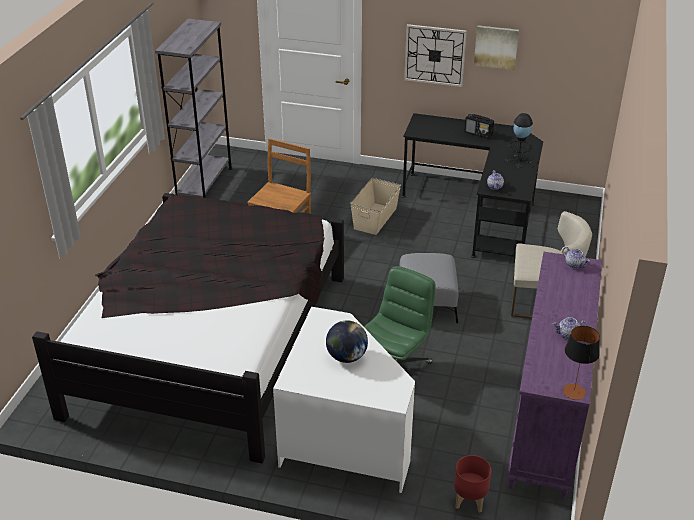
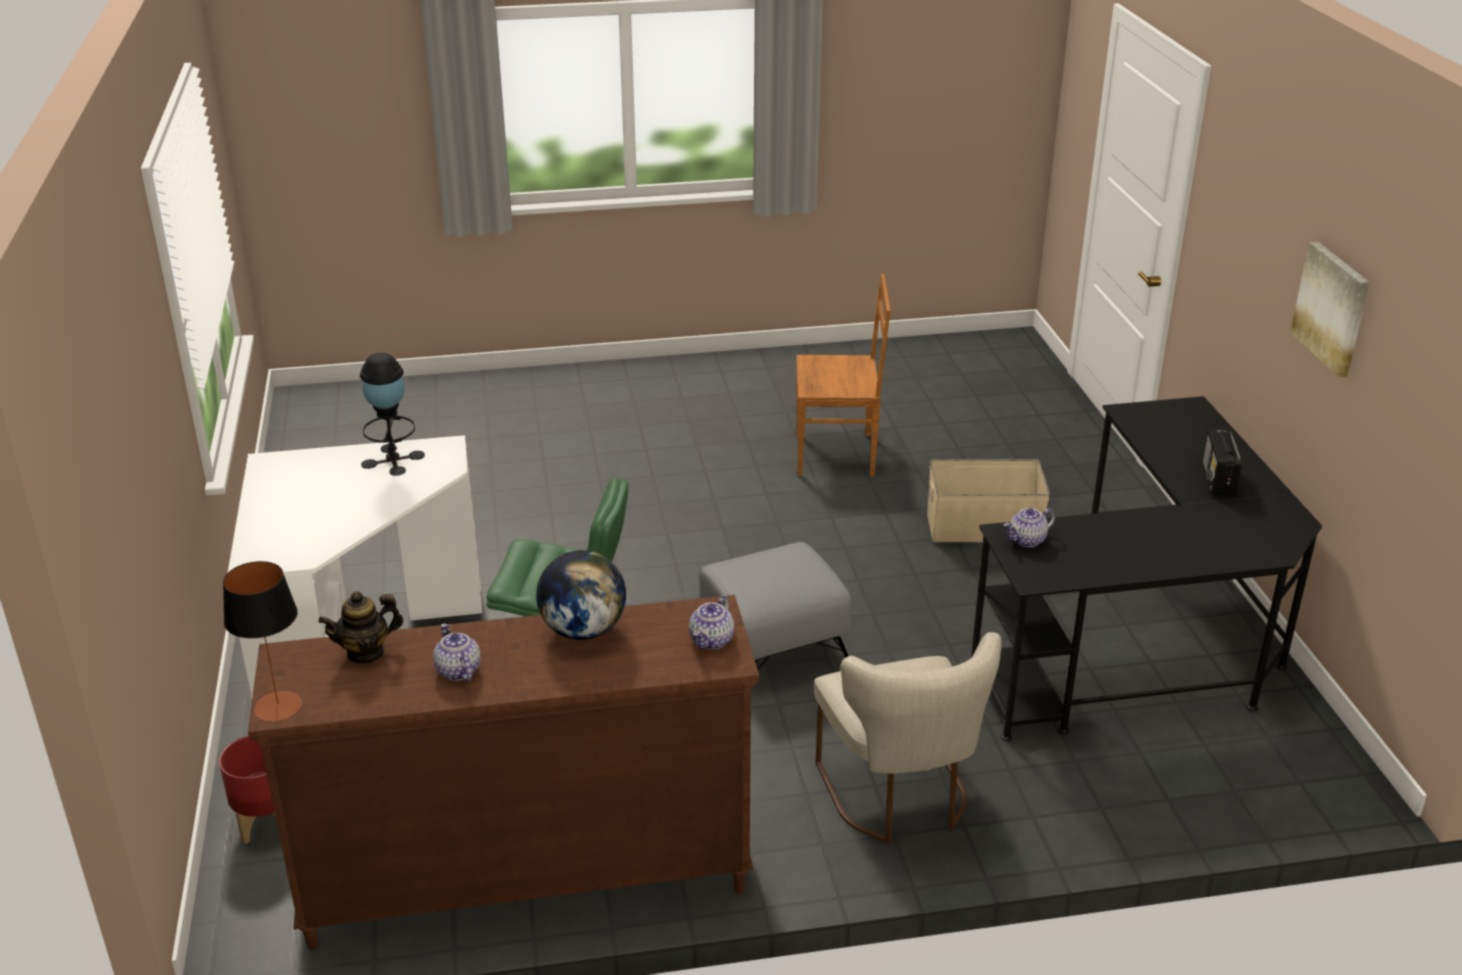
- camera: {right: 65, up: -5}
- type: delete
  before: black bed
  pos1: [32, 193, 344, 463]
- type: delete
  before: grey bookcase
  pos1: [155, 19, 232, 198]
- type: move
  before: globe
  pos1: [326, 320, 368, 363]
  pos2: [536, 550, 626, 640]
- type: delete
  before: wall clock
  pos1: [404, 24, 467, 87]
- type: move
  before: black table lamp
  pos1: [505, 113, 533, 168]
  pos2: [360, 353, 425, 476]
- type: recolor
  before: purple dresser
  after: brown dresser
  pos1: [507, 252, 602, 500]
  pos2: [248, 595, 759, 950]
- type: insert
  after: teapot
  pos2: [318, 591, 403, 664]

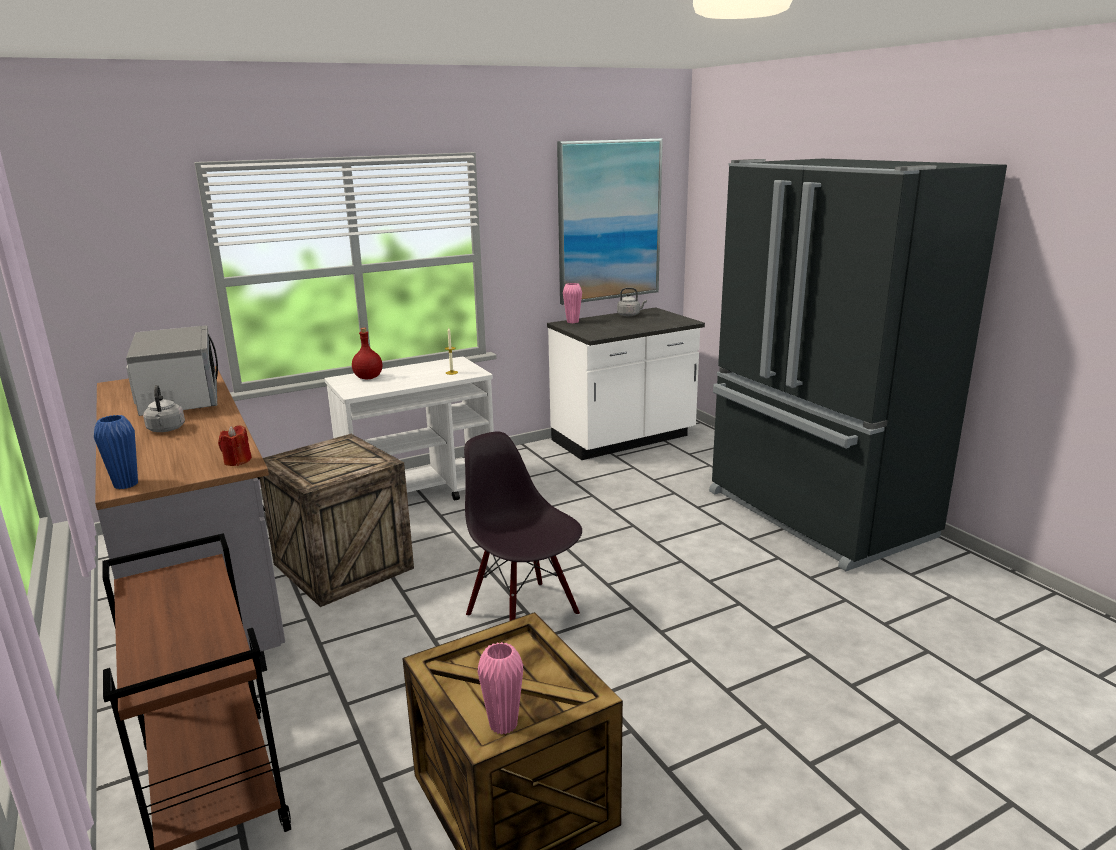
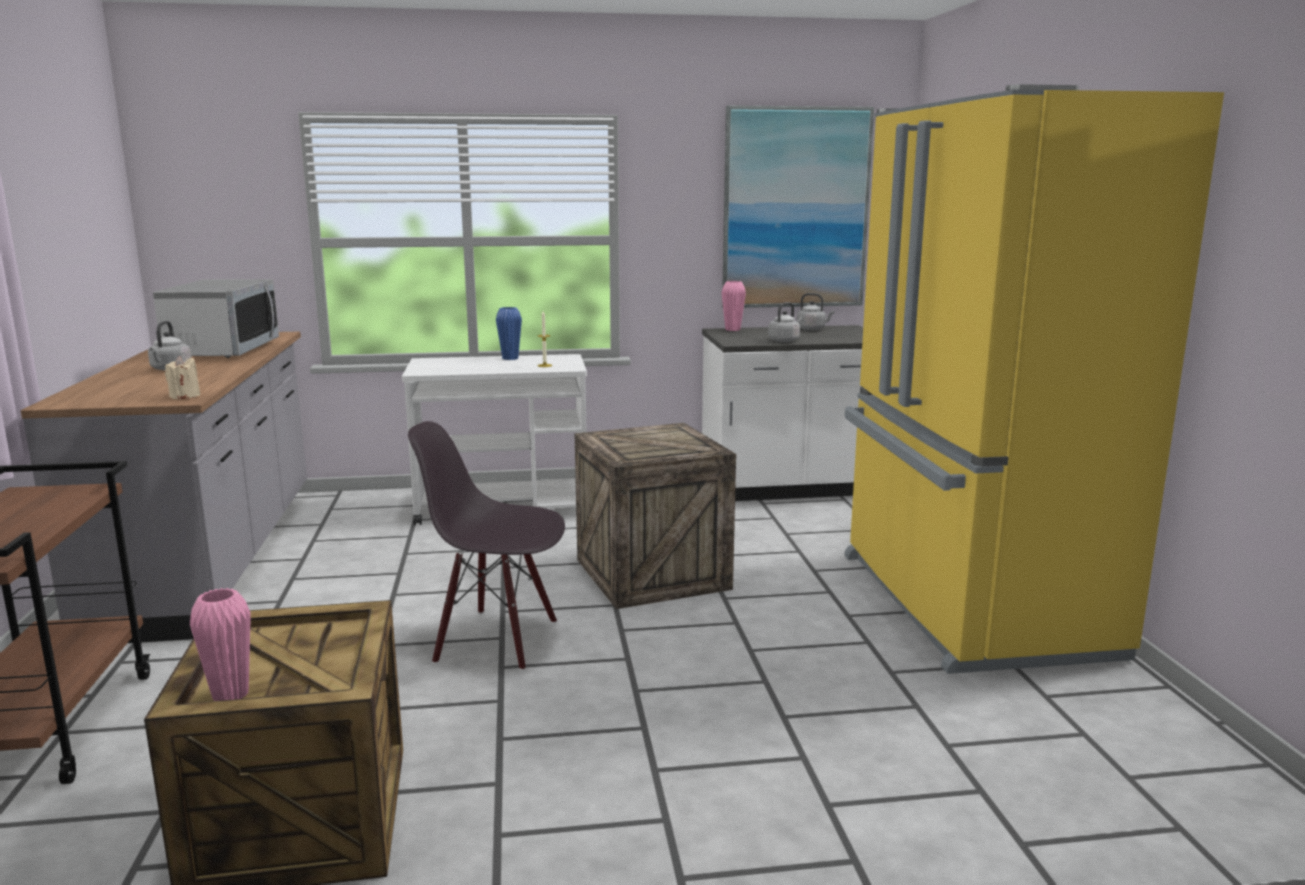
- camera: {right: 20, up: -5}
- type: move
  before: blue vase
  pos1: [94, 415, 138, 489]
  pos2: [496, 307, 522, 360]
- type: recolor
  before: red candle
  after: beige candle
  pos1: [218, 425, 252, 466]
  pos2: [165, 356, 200, 399]
- type: move
  before: crate
  pos1: [260, 434, 414, 607]
  pos2: [574, 423, 736, 609]
- type: delete
  before: red bottle
  pos1: [352, 328, 382, 380]
- type: rotate
  before: black chair
  pos1: [464, 432, 582, 621]
  pos2: [408, 421, 565, 671]
  turn: -60
- type: recolor
  before: black fridge
  after: yellow fridge
  pos1: [709, 159, 1007, 571]
  pos2: [844, 84, 1224, 674]
- type: insert
  after: grey kettle
  pos2: [768, 302, 802, 342]

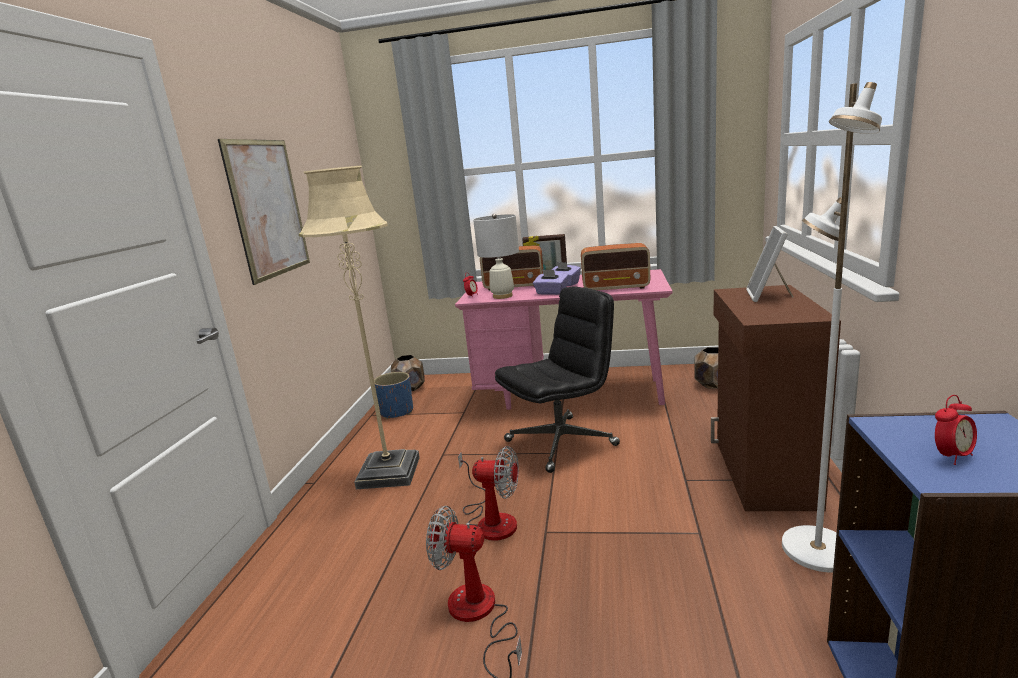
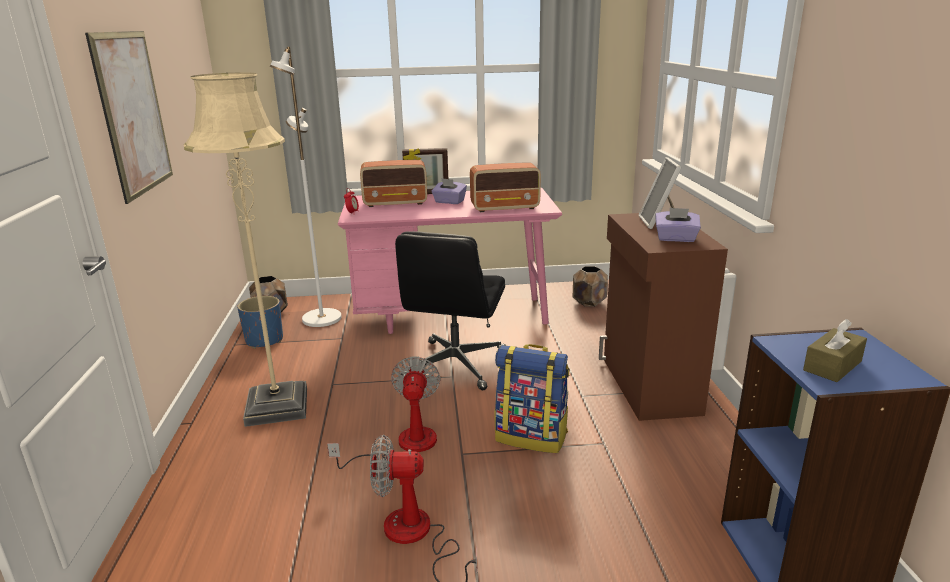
- camera: {right: -15, up: 5}
- type: rotate
  before: fan
  pos1: [458, 446, 519, 541]
  pos2: [327, 357, 440, 469]
  turn: -90
- type: delete
  before: white table lamp
  pos1: [473, 214, 519, 299]
- type: rotate
  before: black office chair
  pos1: [495, 286, 620, 473]
  pos2: [395, 231, 505, 390]
  turn: 150
- type: move
  before: purple tissue box
  pos1: [533, 269, 568, 295]
  pos2: [655, 208, 701, 242]
- type: move
  before: white floor lamp
  pos1: [782, 82, 882, 572]
  pos2: [270, 47, 342, 327]
- type: replace
  before: alarm clock
  after: brown tissue box
  pos1: [935, 395, 977, 465]
  pos2: [803, 319, 867, 382]
- type: insert
  after: backpack
  pos2: [495, 344, 569, 453]

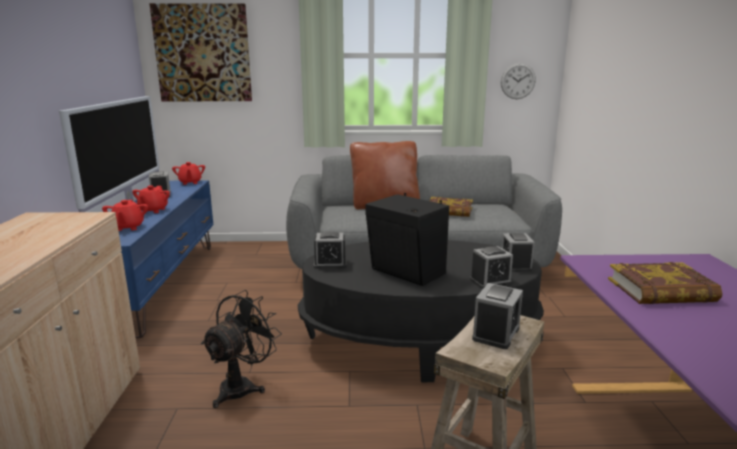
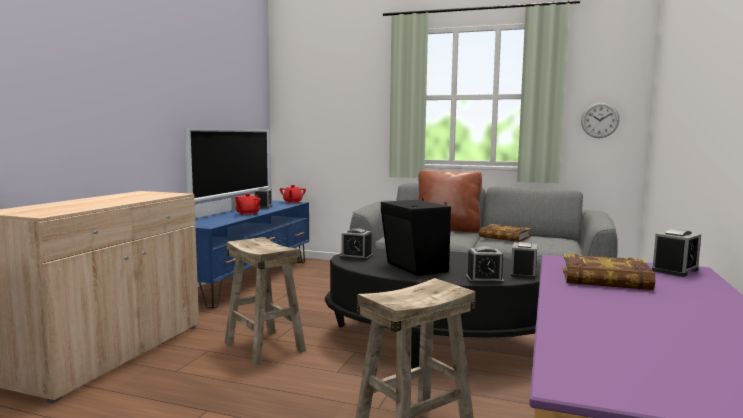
- camera: {right: 20, up: -10}
- type: delete
  before: red teapot
  pos1: [102, 200, 148, 231]
- type: delete
  before: picture
  pos1: [149, 3, 252, 101]
- type: replace
  before: black fan
  after: beige stool
  pos1: [201, 290, 282, 408]
  pos2: [225, 237, 306, 366]
- type: move
  before: alarm clock
  pos1: [472, 283, 523, 349]
  pos2: [652, 229, 701, 277]

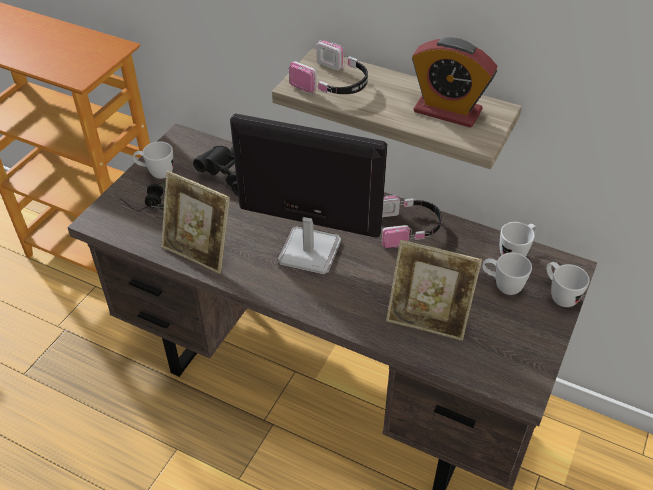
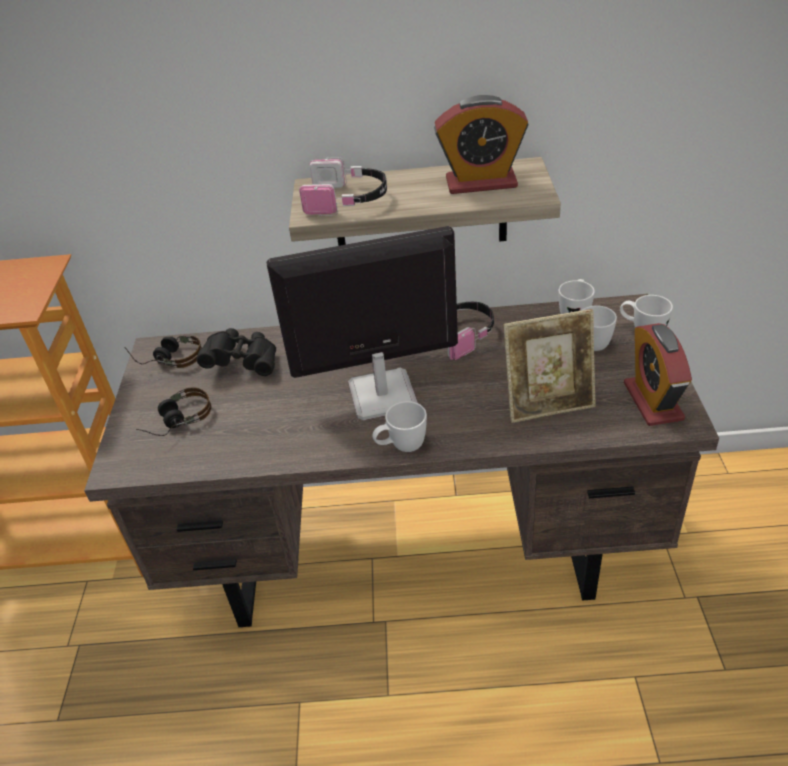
- camera: {right: -25, up: -5}
- type: move
  before: white mug
  pos1: [133, 141, 173, 179]
  pos2: [372, 401, 427, 452]
- type: delete
  before: picture frame
  pos1: [161, 171, 230, 274]
- type: insert
  after: headphones
  pos2: [125, 336, 202, 368]
- type: insert
  after: alarm clock
  pos2: [624, 323, 692, 426]

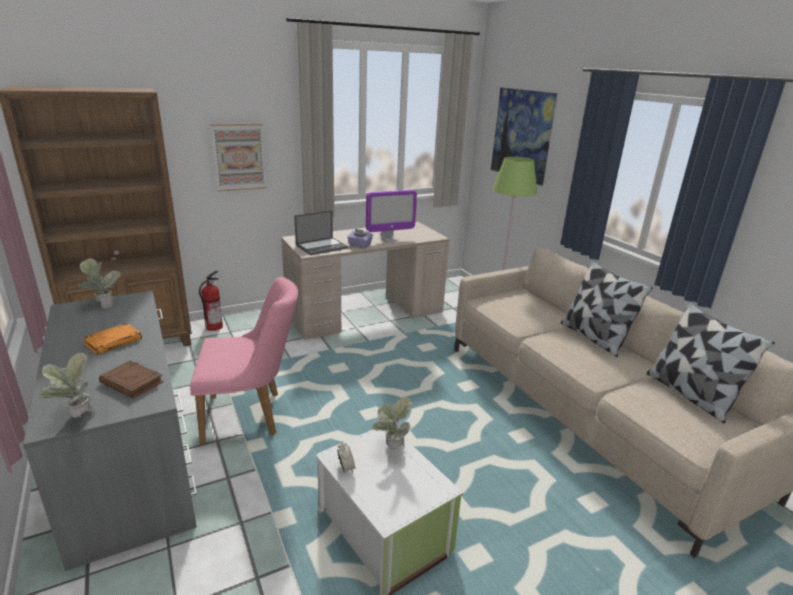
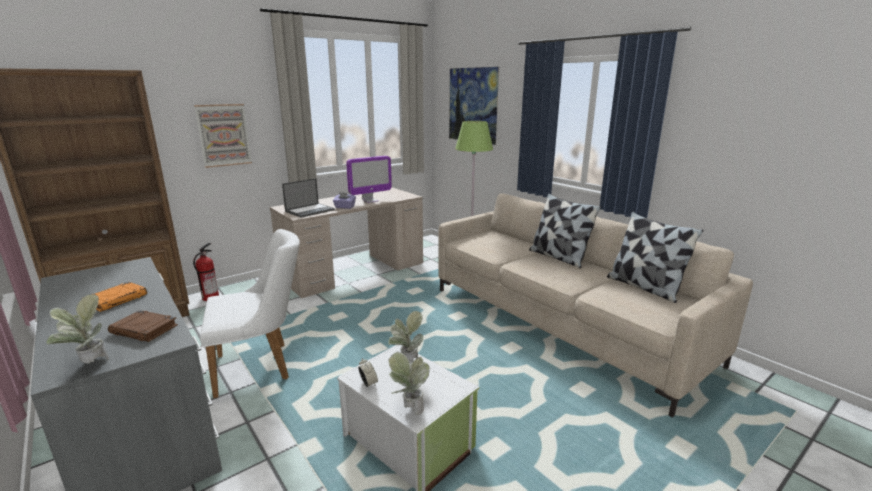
- camera: {right: -10, up: -5}
- type: move
  before: potted plant
  pos1: [77, 258, 121, 308]
  pos2: [389, 352, 430, 415]
- type: recolor
  before: pink chair
  after: white chair
  pos1: [190, 277, 298, 445]
  pos2: [200, 229, 300, 398]

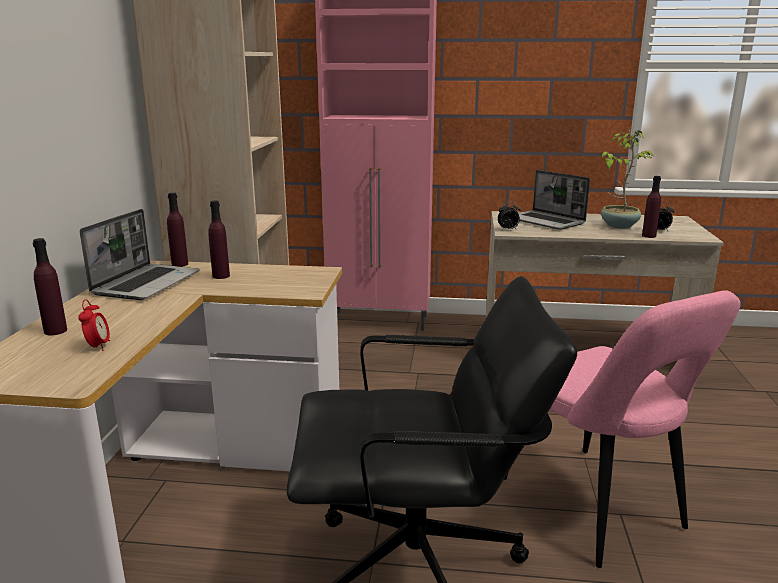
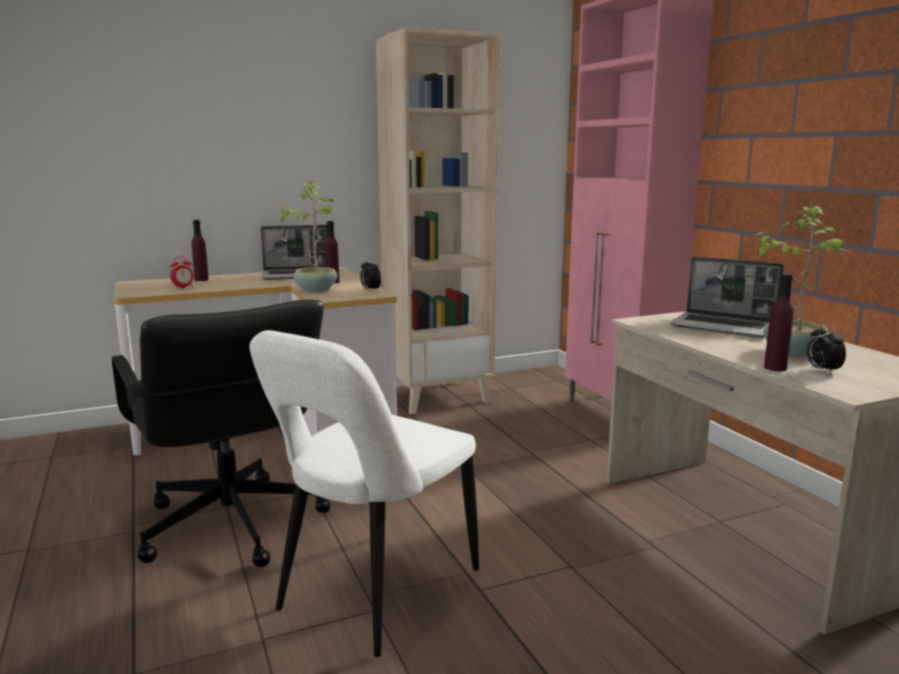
- camera: {right: 60, up: -5}
- type: delete
  before: purple bottle
  pos1: [167, 193, 188, 267]
- type: move
  before: alarm clock
  pos1: [498, 202, 521, 230]
  pos2: [360, 258, 381, 291]
- type: recolor
  before: pink chair
  after: white chair
  pos1: [504, 290, 741, 568]
  pos2: [250, 330, 479, 657]
- type: rotate
  before: laptop
  pos1: [518, 170, 590, 230]
  pos2: [670, 256, 784, 338]
  turn: -75
- type: insert
  after: potted plant
  pos2: [277, 181, 337, 292]

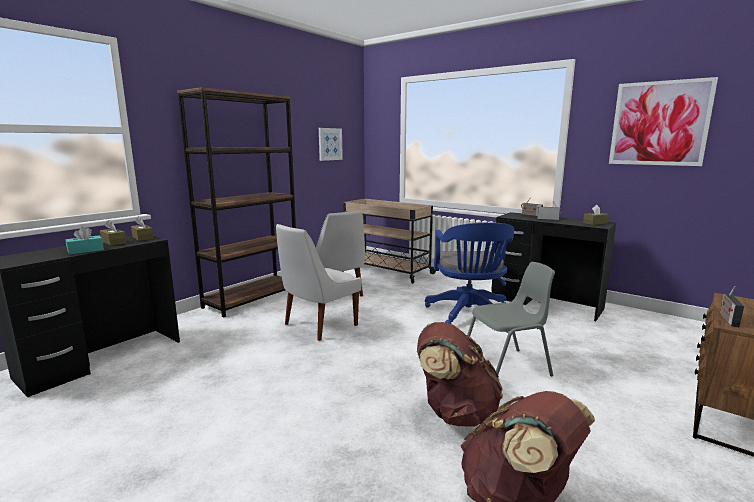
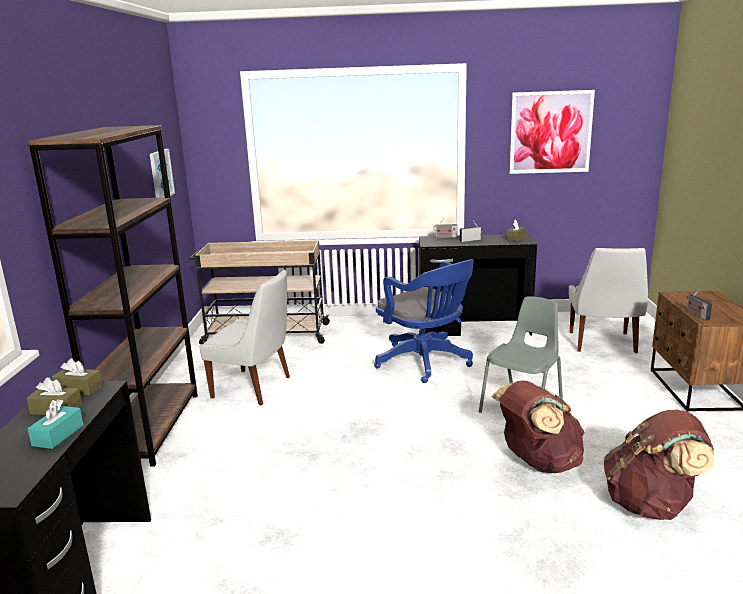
- camera: {right: -35, up: 5}
- type: move
  before: white chair
  pos1: [276, 224, 362, 341]
  pos2: [569, 248, 648, 353]

